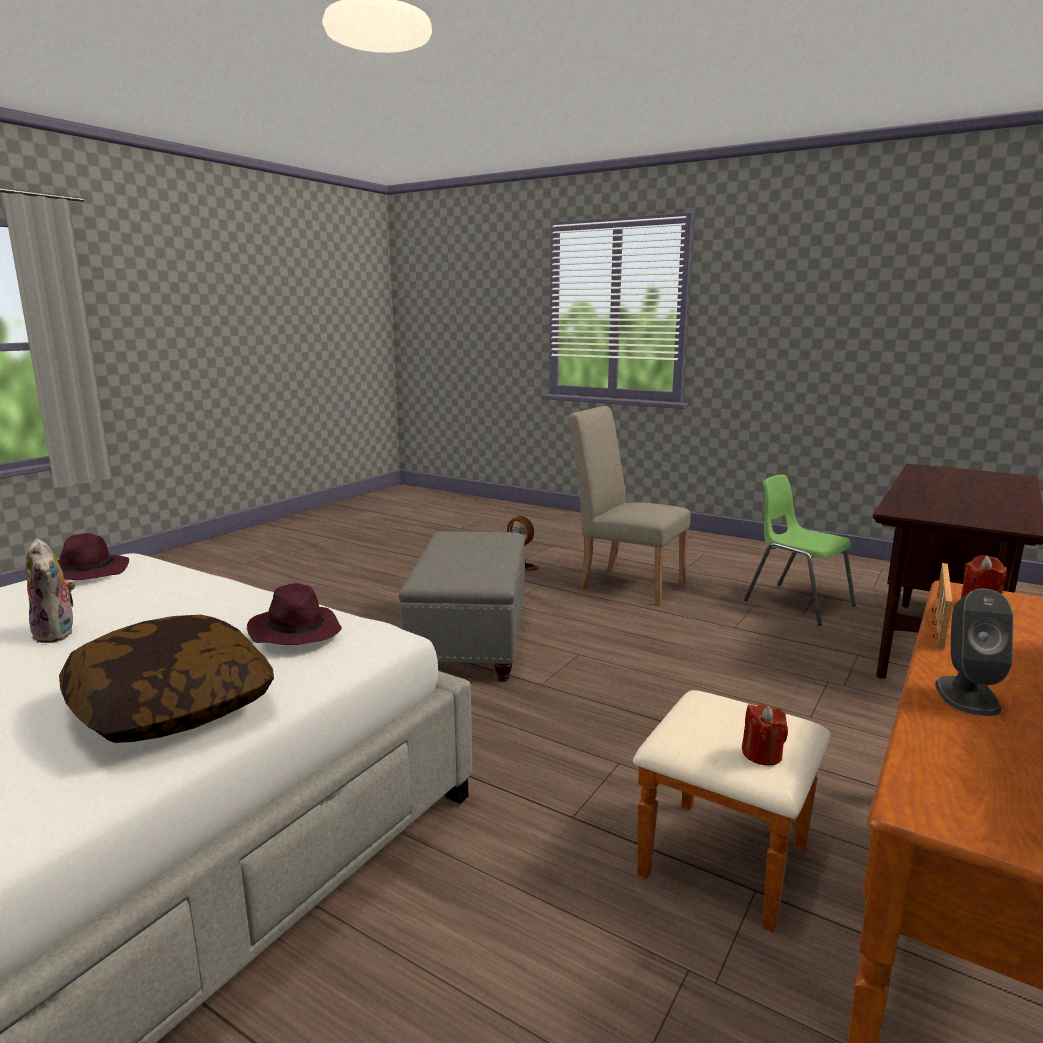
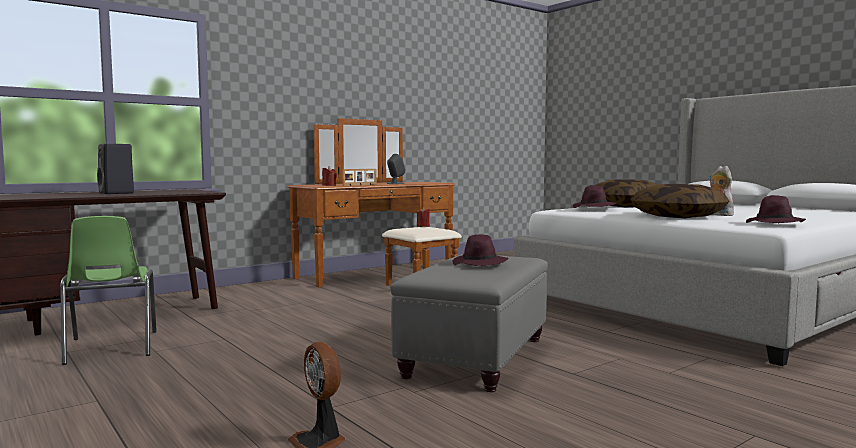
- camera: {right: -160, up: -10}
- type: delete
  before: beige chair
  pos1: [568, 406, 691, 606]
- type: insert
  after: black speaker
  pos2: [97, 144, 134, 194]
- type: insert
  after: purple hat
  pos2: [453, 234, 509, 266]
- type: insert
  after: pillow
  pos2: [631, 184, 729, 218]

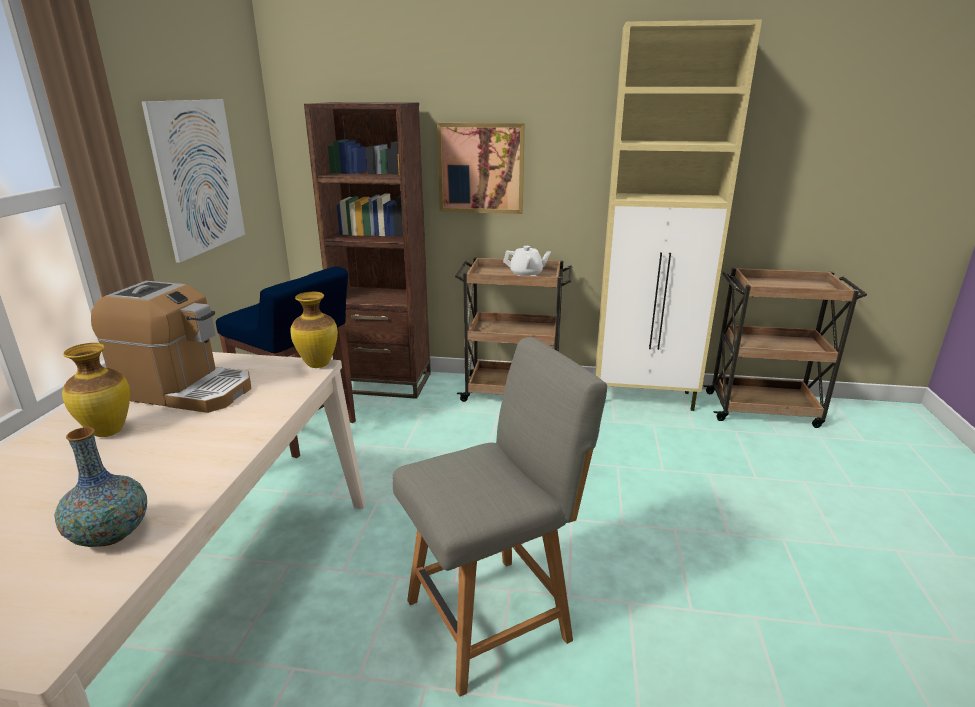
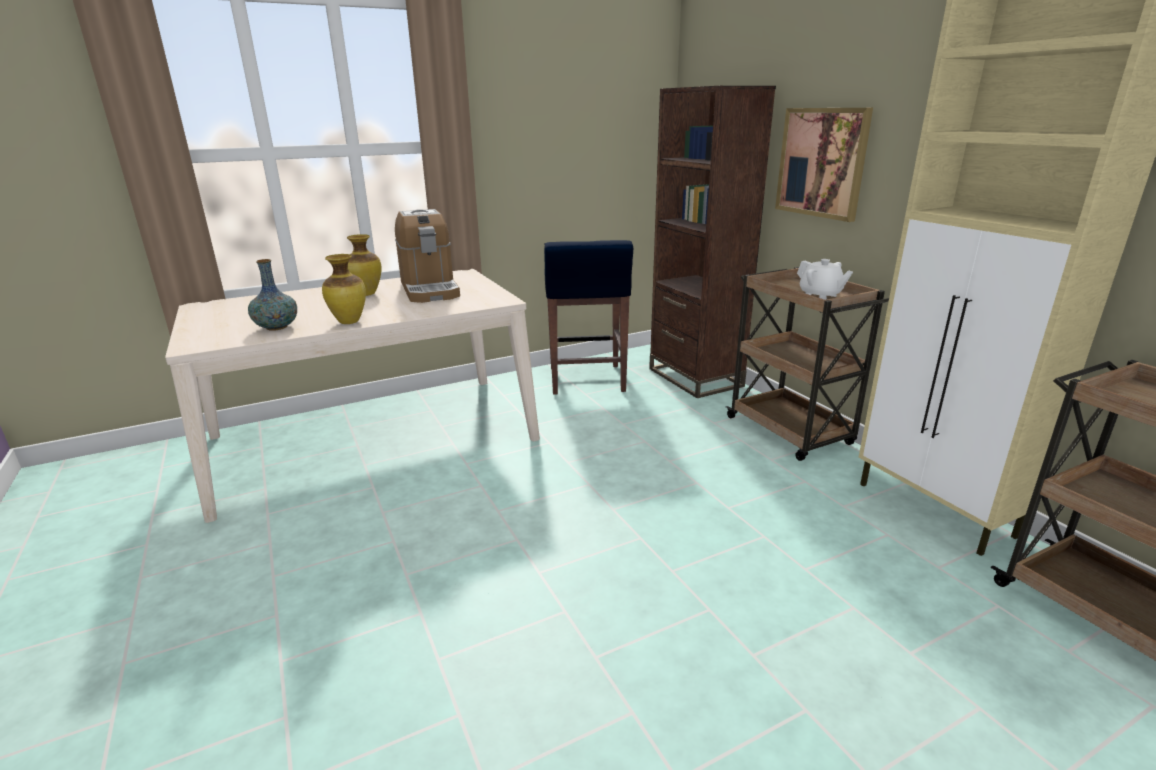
- camera: {right: 55, up: 0}
- type: delete
  before: picture
  pos1: [142, 99, 245, 263]
- type: move
  before: vase
  pos1: [290, 292, 338, 368]
  pos2: [322, 254, 366, 324]
- type: delete
  before: grey chair
  pos1: [392, 337, 607, 697]

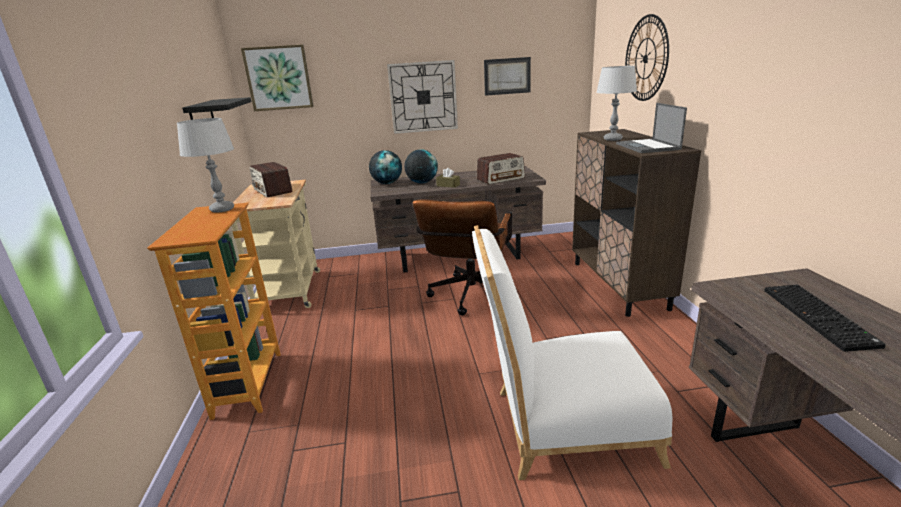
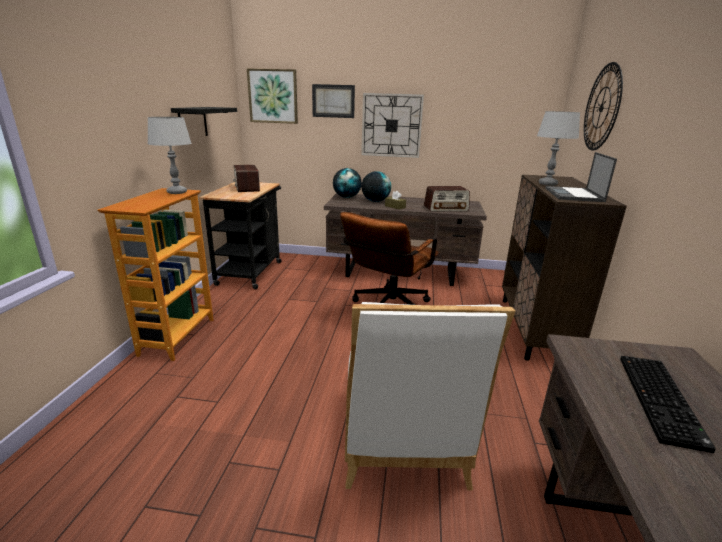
- camera: {right: 15, up: 0}
- type: recolor
  before: beige cart
  after: black cart
  pos1: [232, 180, 320, 308]
  pos2: [199, 182, 282, 289]
- type: rotate
  before: white chair
  pos1: [472, 225, 673, 480]
  pos2: [345, 302, 515, 491]
  turn: -105
- type: move
  before: picture
  pos1: [484, 57, 531, 96]
  pos2: [312, 84, 355, 118]

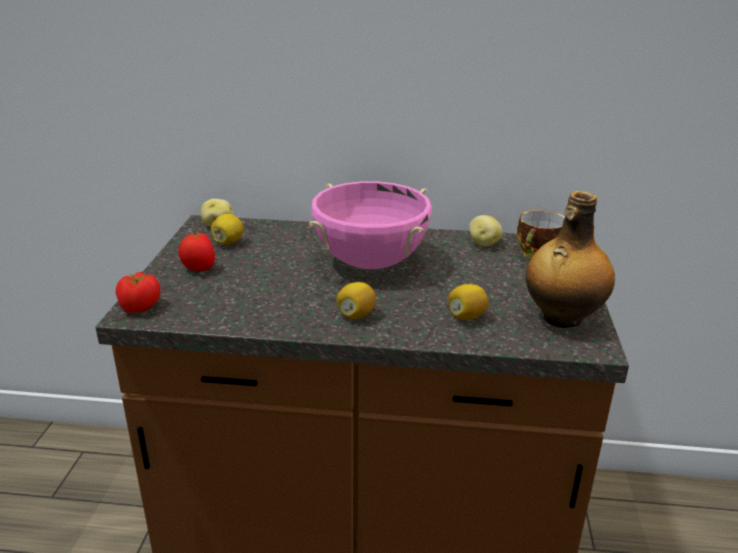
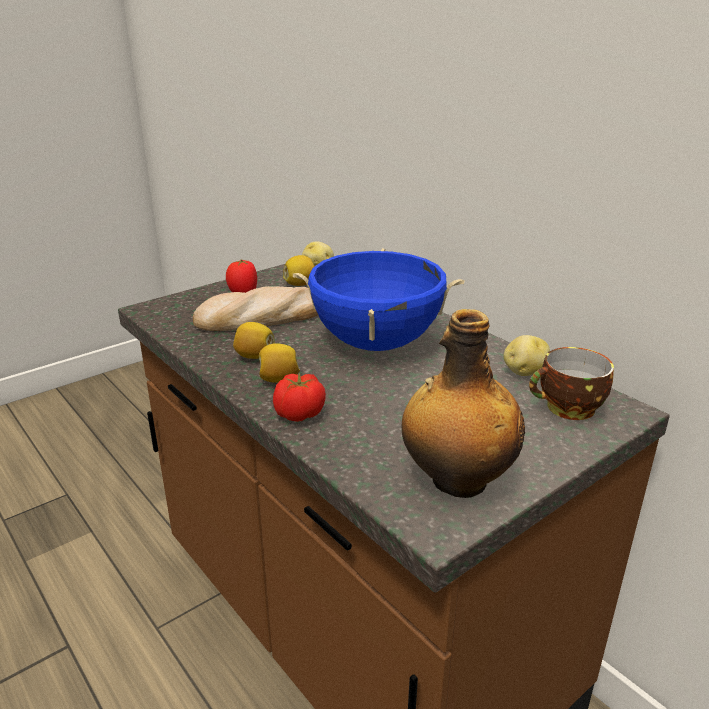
- camera: {right: 45, up: 0}
- type: move
  before: tomato
  pos1: [116, 271, 160, 313]
  pos2: [273, 373, 326, 422]
- type: recolor
  before: pink cooking pot
  after: blue cooking pot
  pos1: [308, 181, 432, 269]
  pos2: [292, 248, 465, 351]
- type: move
  before: lemon
  pos1: [448, 284, 489, 320]
  pos2: [233, 322, 274, 359]
- type: insert
  after: bread
  pos2: [193, 286, 318, 331]

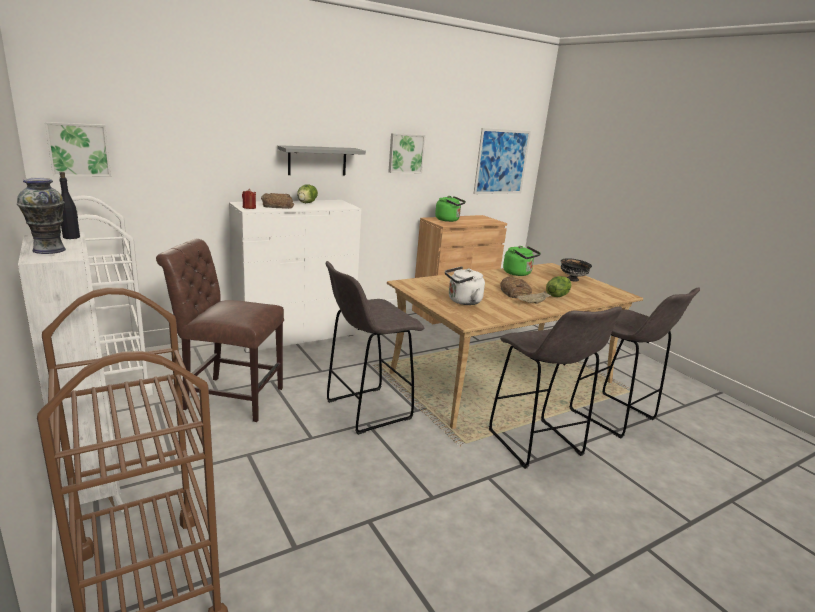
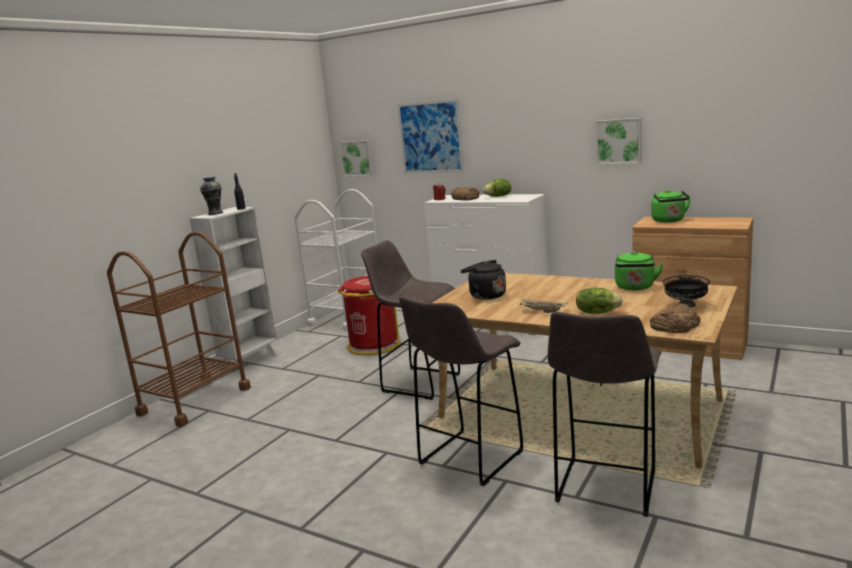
- camera: {right: 65, up: -5}
- type: replace
  before: brown chair
  after: red trash can
  pos1: [156, 239, 284, 422]
  pos2: [338, 276, 401, 355]
- type: delete
  before: grey shelf
  pos1: [278, 145, 366, 176]
- type: recolor
  before: white kettle
  after: black kettle
  pos1: [445, 266, 485, 305]
  pos2: [460, 260, 506, 300]
- type: move
  before: picture
  pos1: [474, 128, 531, 194]
  pos2: [397, 99, 464, 174]
- type: move
  before: bread
  pos1: [500, 277, 532, 298]
  pos2: [650, 303, 701, 333]

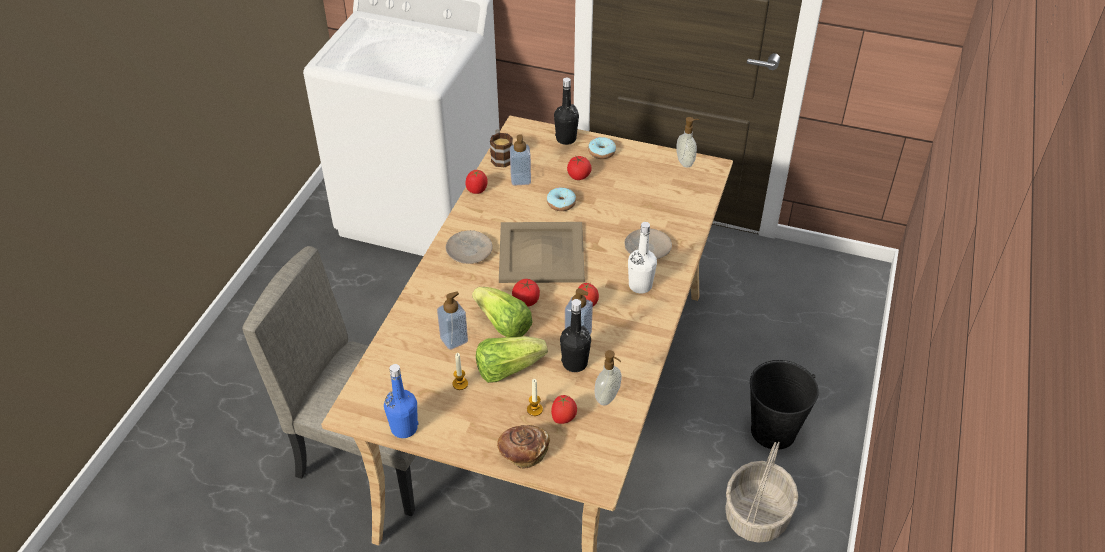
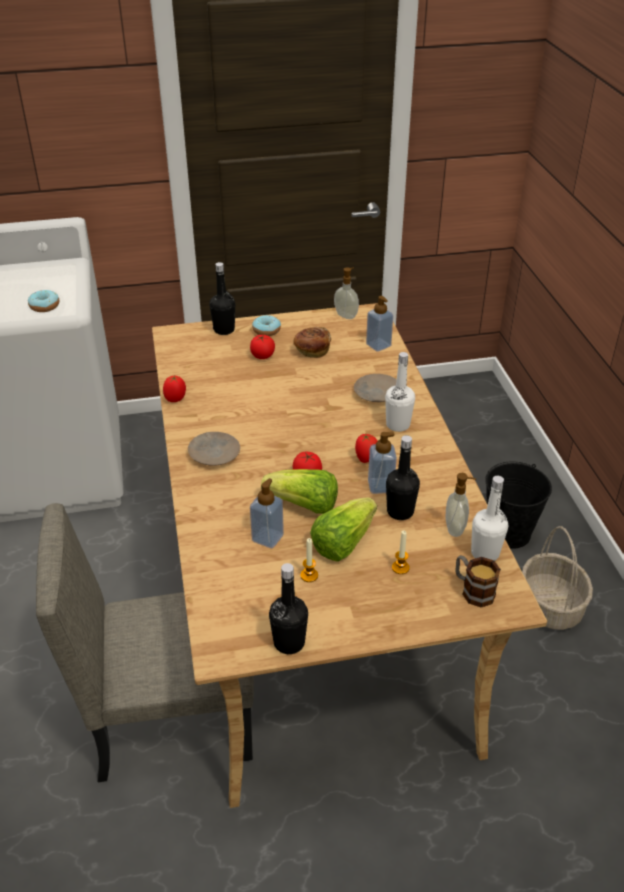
- camera: {right: -30, up: -5}
- type: recolor
  before: blue bottle
  after: black bottle
  pos1: [384, 364, 418, 438]
  pos2: [269, 563, 308, 654]
- type: move
  before: mug
  pos1: [490, 130, 513, 167]
  pos2: [455, 555, 501, 607]
- type: move
  before: bread
  pos1: [497, 425, 550, 469]
  pos2: [293, 327, 331, 358]
- type: delete
  before: beige tray
  pos1: [499, 222, 585, 283]
- type: move
  before: soap dispenser
  pos1: [510, 134, 531, 186]
  pos2: [366, 296, 393, 352]
- type: move
  before: donut
  pos1: [547, 187, 576, 211]
  pos2: [28, 289, 59, 312]
- type: delete
  before: tomato
  pos1: [551, 395, 577, 424]
- type: insert
  after: white bottle
  pos2: [471, 476, 508, 561]

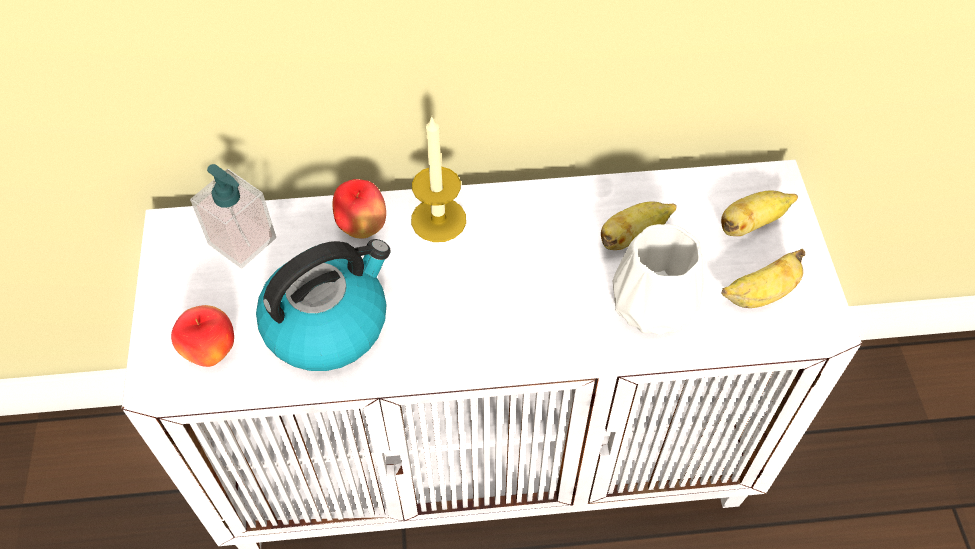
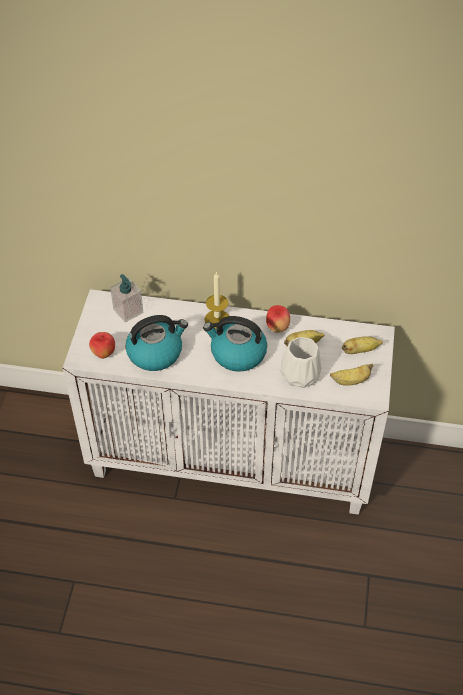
- camera: {right: 15, up: -5}
- type: move
  before: apple
  pos1: [333, 179, 386, 238]
  pos2: [266, 305, 290, 333]
- type: insert
  after: kettle
  pos2: [203, 316, 267, 372]

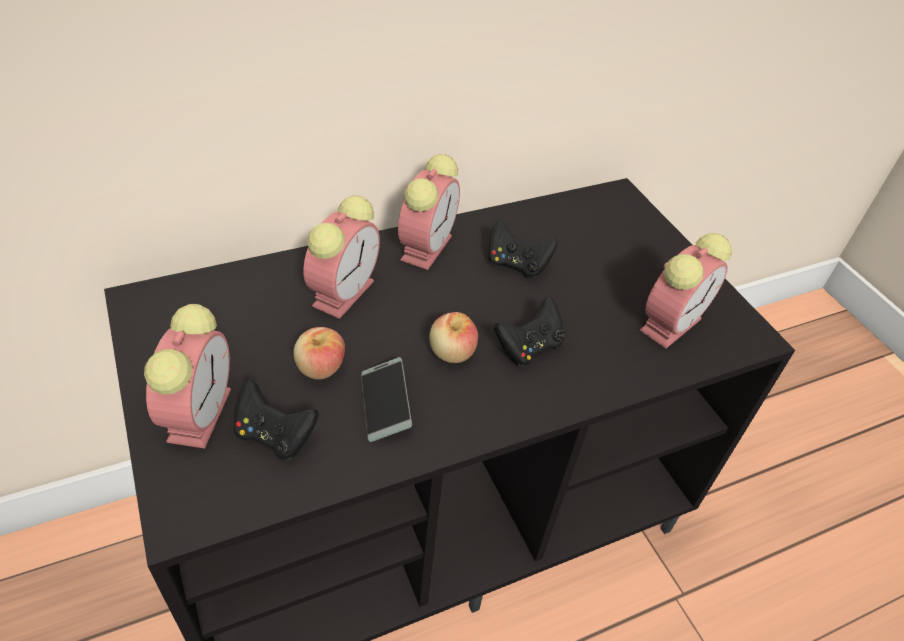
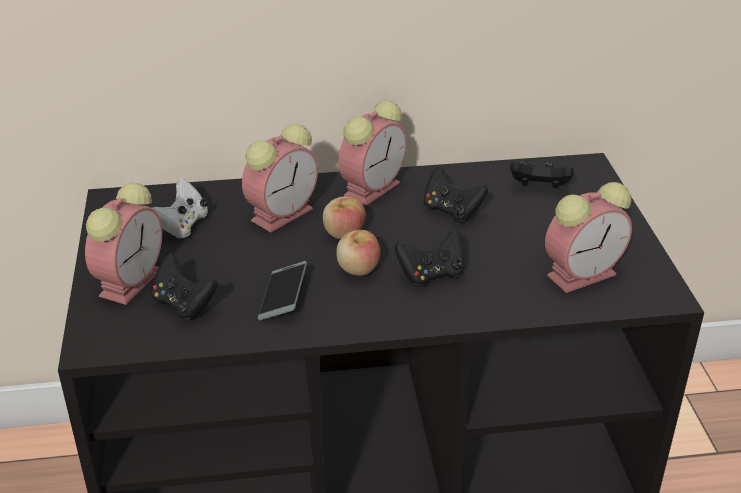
- camera: {right: 20, up: -10}
- type: move
  before: apple
  pos1: [293, 327, 345, 380]
  pos2: [323, 196, 366, 239]
- type: insert
  after: white game controller
  pos2: [153, 178, 208, 239]
- type: insert
  after: black game controller
  pos2: [510, 161, 574, 188]

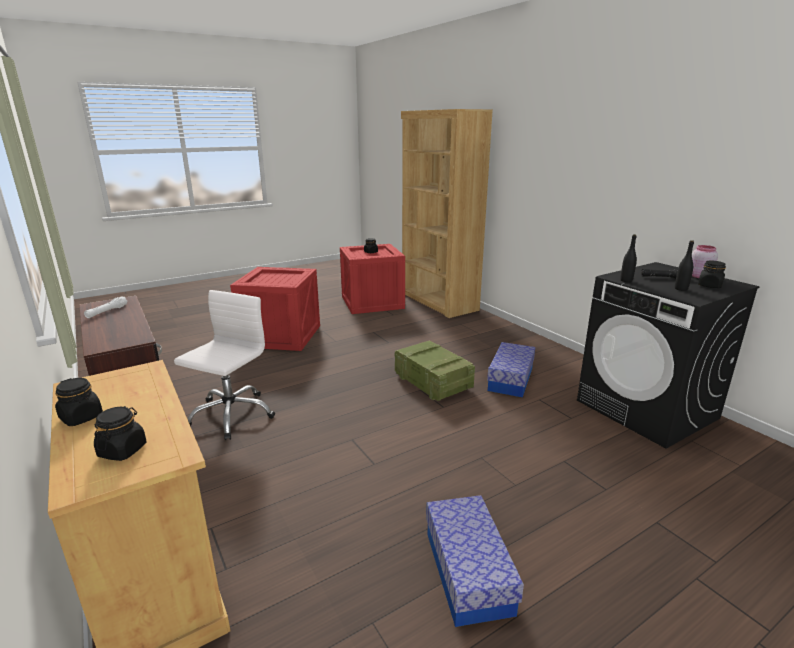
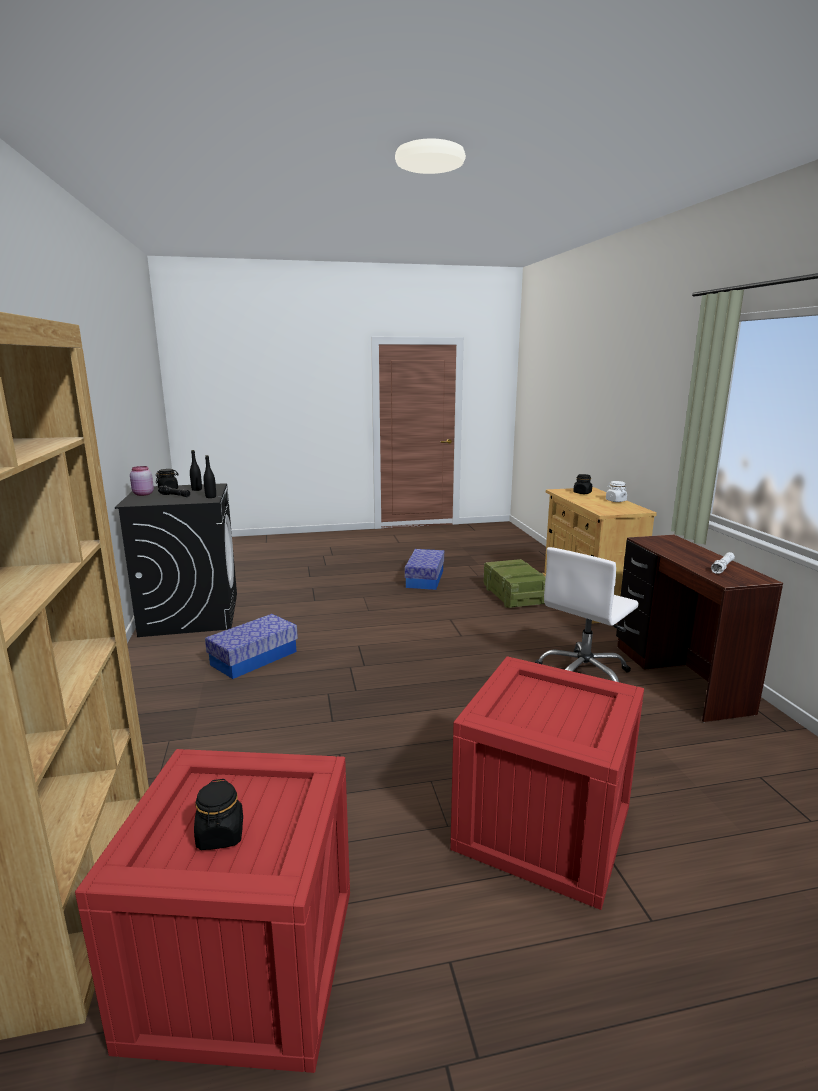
- camera: {right: -160, up: -5}
- type: recolor
  before: black jar
  after: white jar
  pos1: [55, 378, 103, 426]
  pos2: [606, 481, 627, 502]
- type: move
  before: crate
  pos1: [395, 340, 475, 401]
  pos2: [484, 559, 546, 608]

